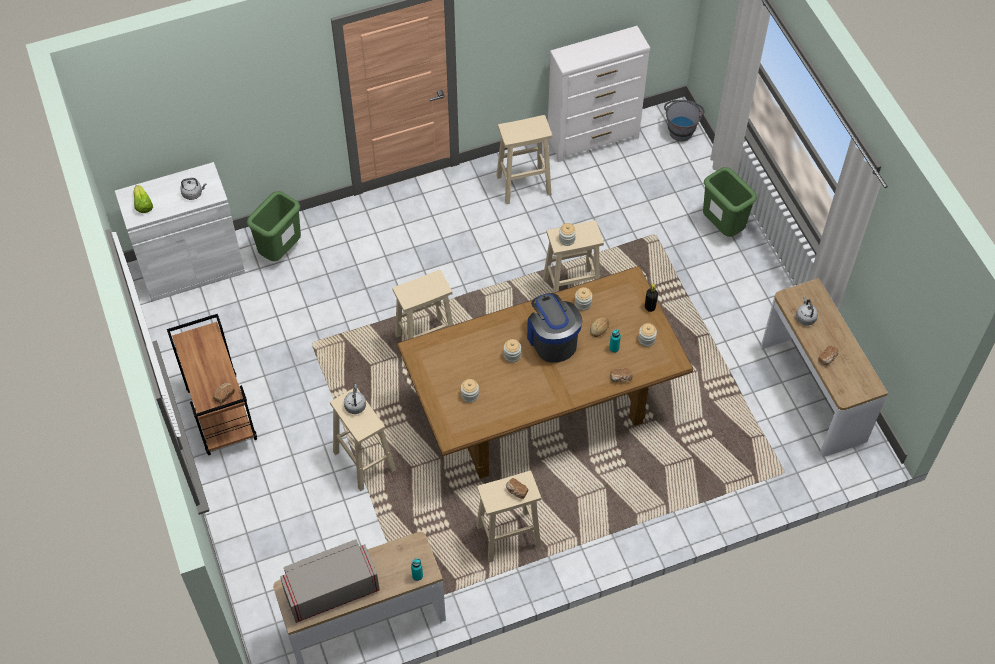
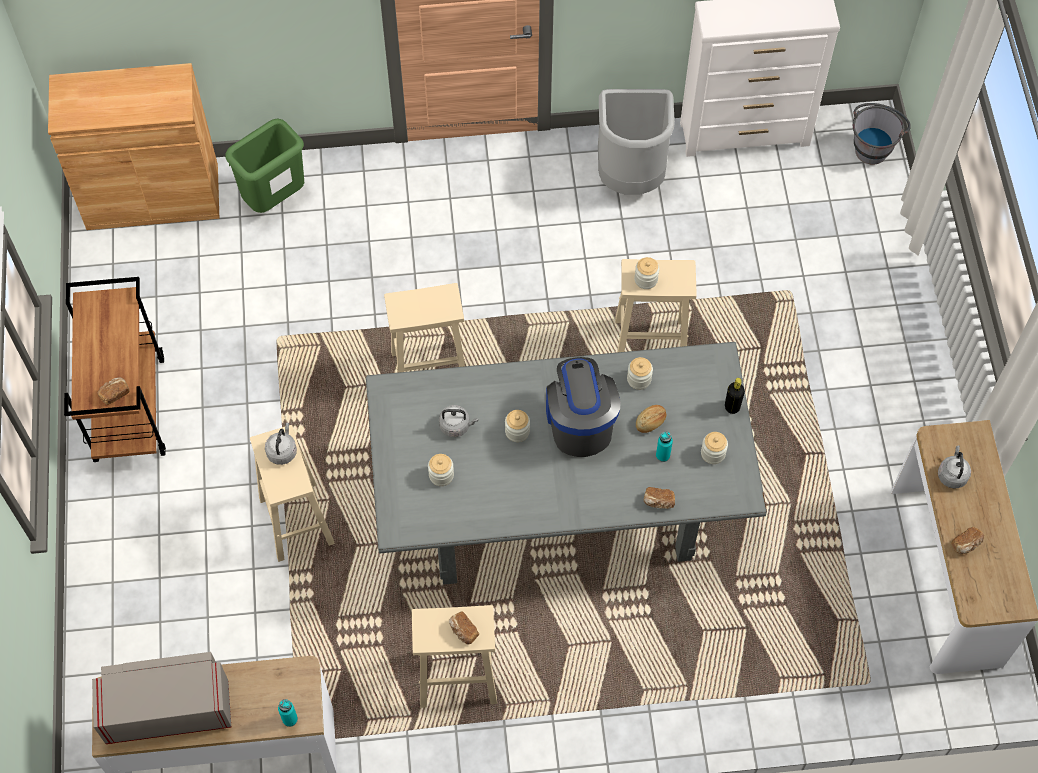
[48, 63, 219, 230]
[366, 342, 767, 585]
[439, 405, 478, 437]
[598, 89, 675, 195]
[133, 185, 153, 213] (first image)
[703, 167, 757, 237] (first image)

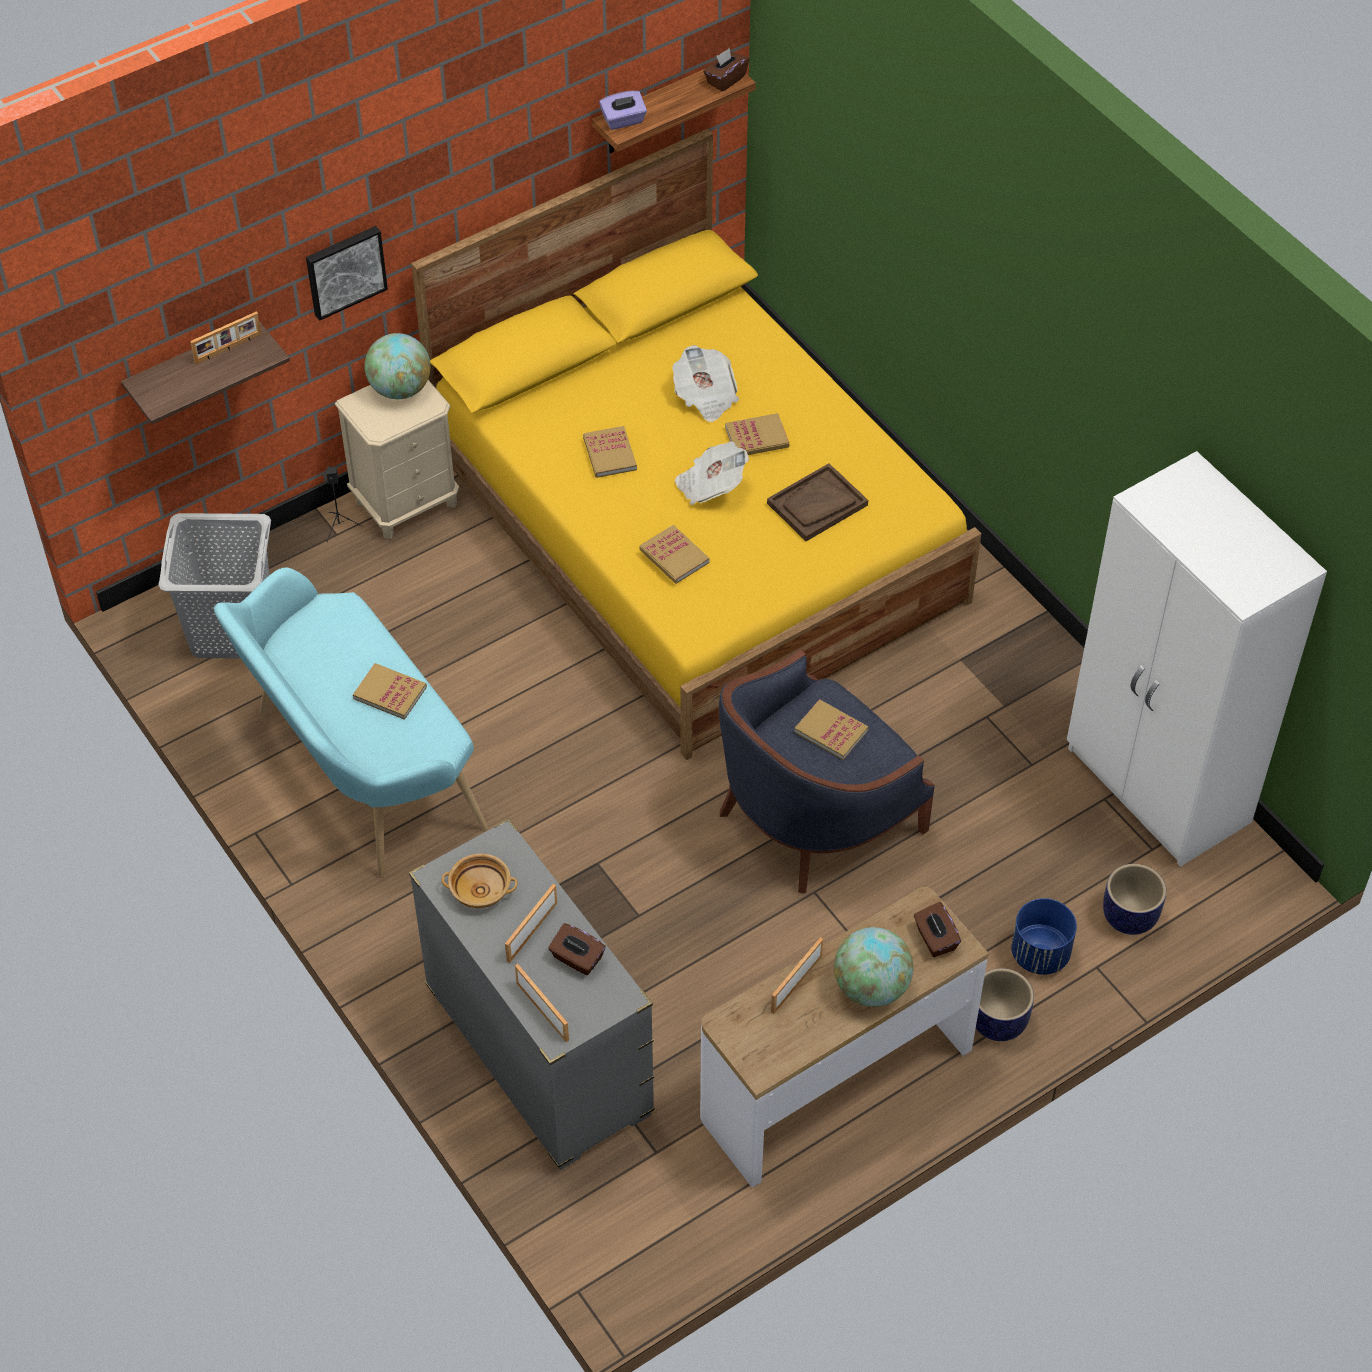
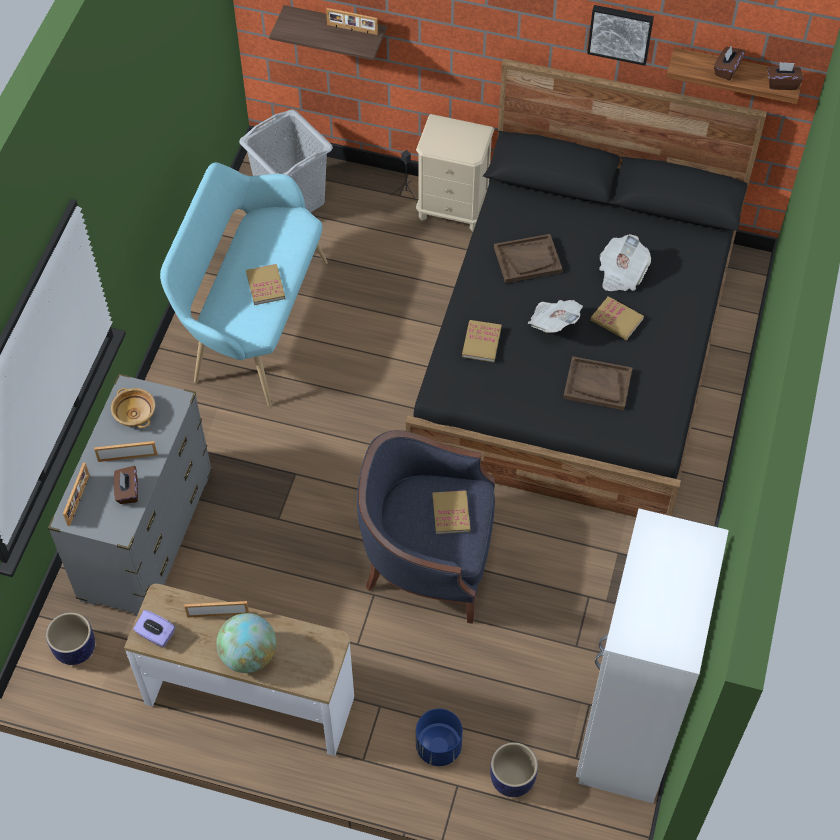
[46, 612, 95, 665]
[133, 610, 175, 648]
[406, 59, 767, 517]
[494, 234, 563, 283]
[587, 5, 654, 66]
[714, 45, 746, 80]
[364, 333, 431, 399] (first image)

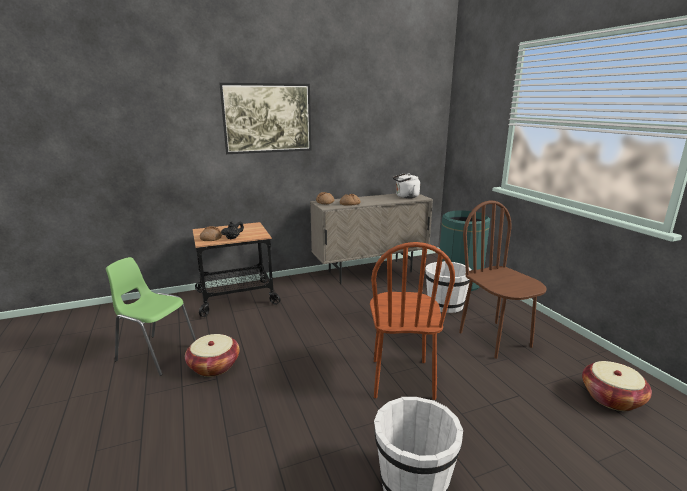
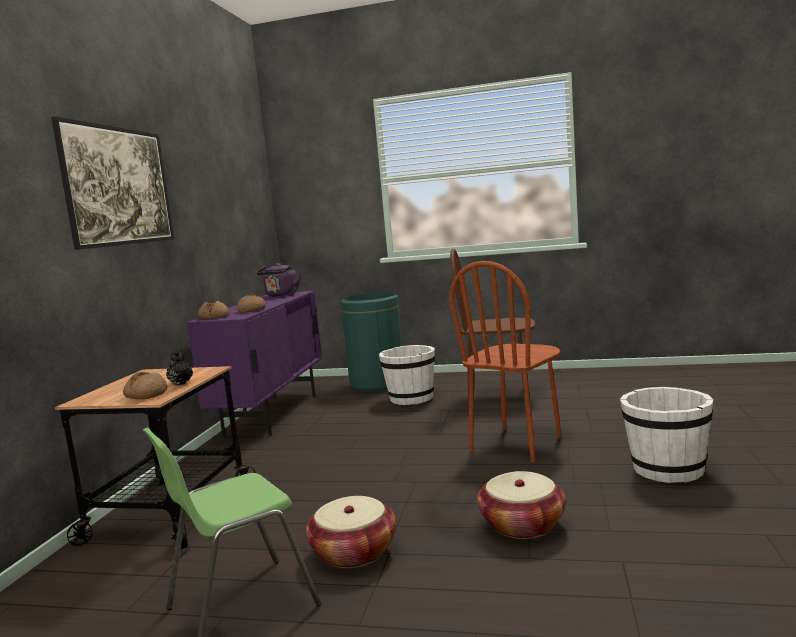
[187, 291, 322, 437]
[256, 263, 301, 297]
[449, 261, 561, 463]
[477, 471, 566, 539]

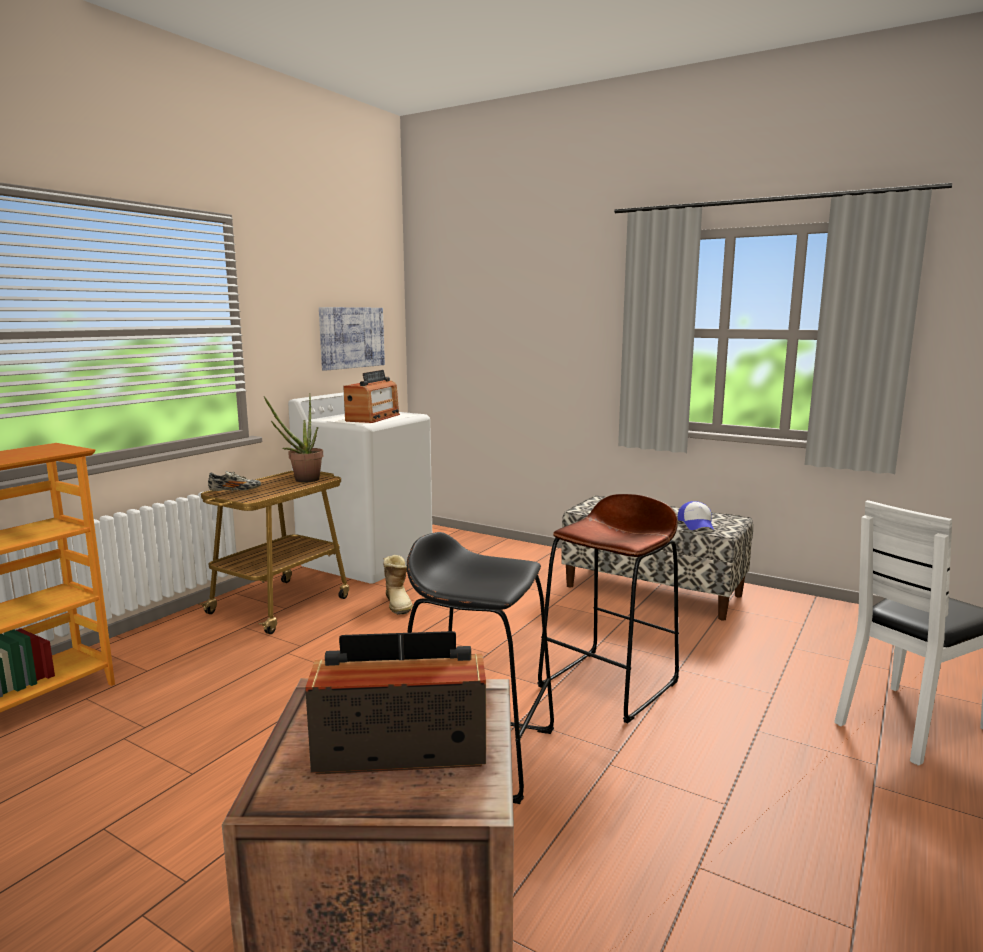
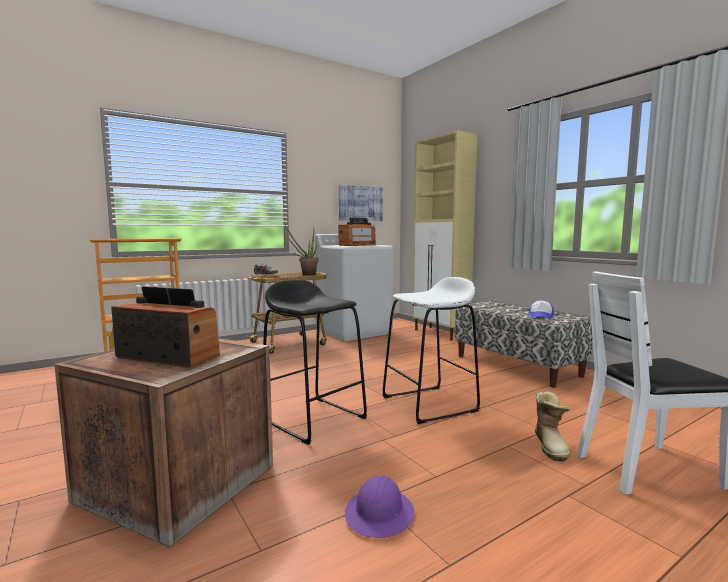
[345, 476, 414, 538]
[383, 277, 480, 424]
[413, 130, 477, 341]
[535, 392, 571, 462]

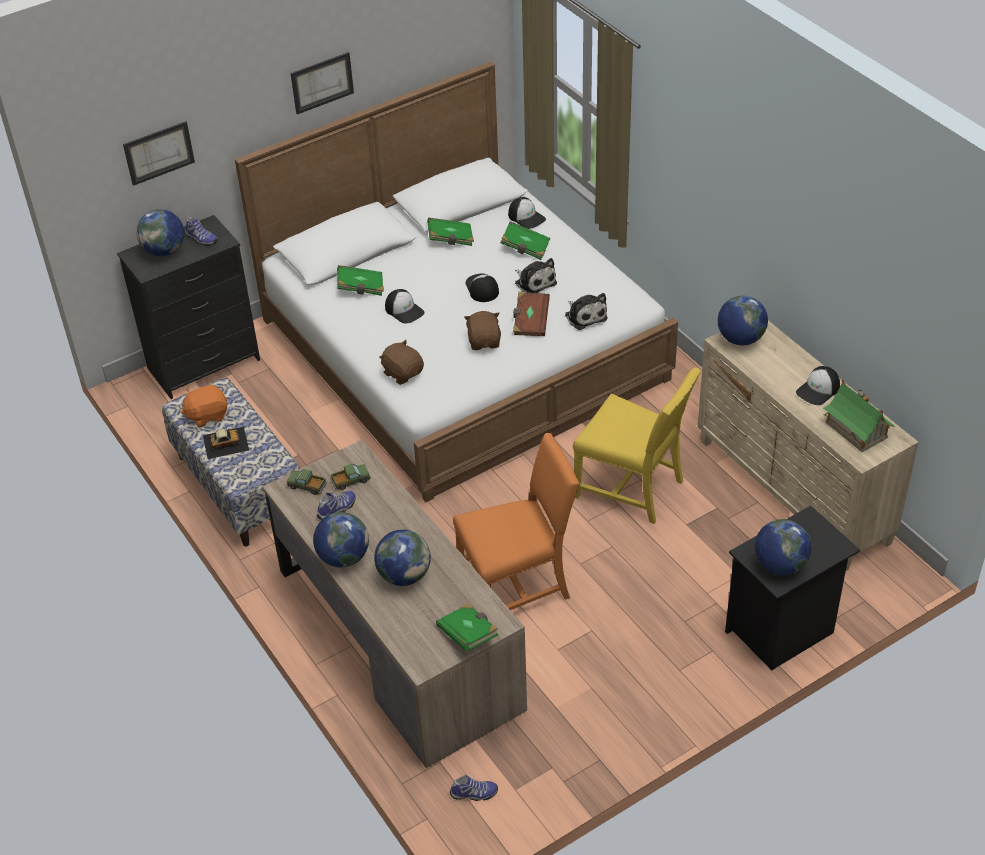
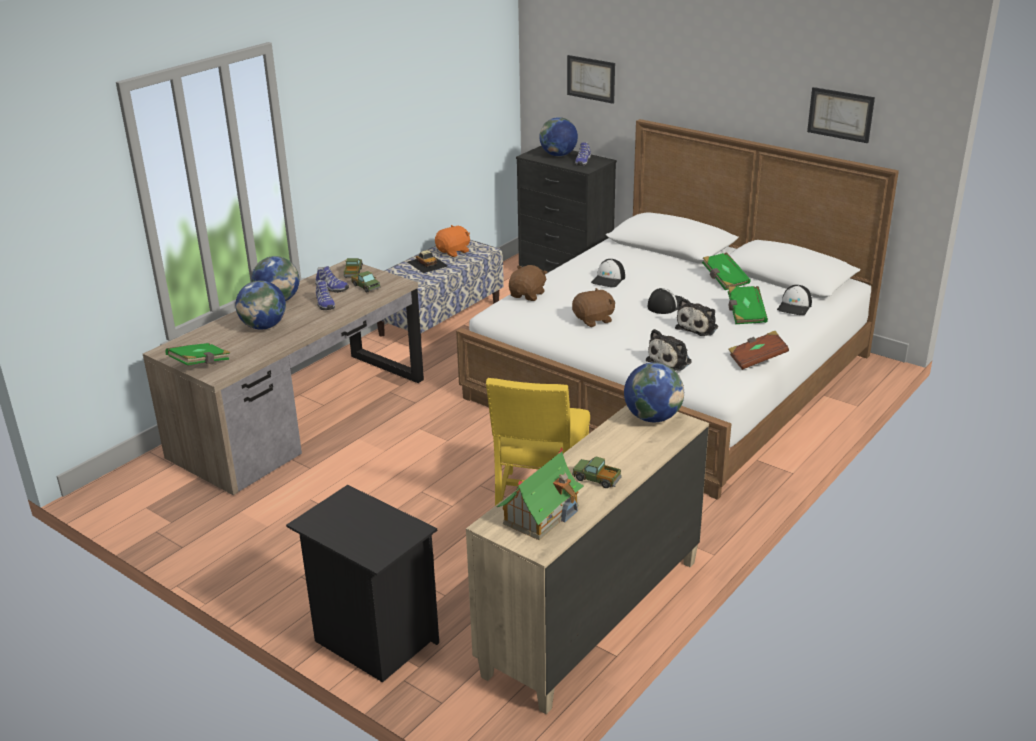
[316, 280, 335, 310]
[435, 225, 470, 257]
[572, 456, 622, 488]
[728, 331, 789, 370]
[807, 87, 875, 143]
[337, 265, 384, 296] (first image)
[453, 433, 580, 610] (first image)
[755, 519, 812, 575] (first image)

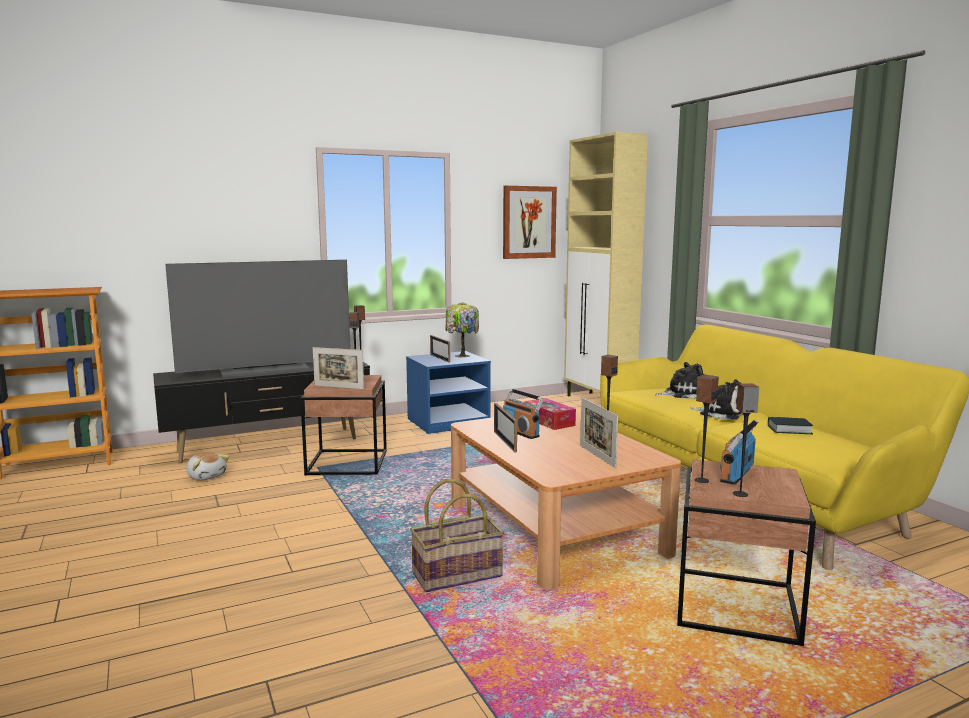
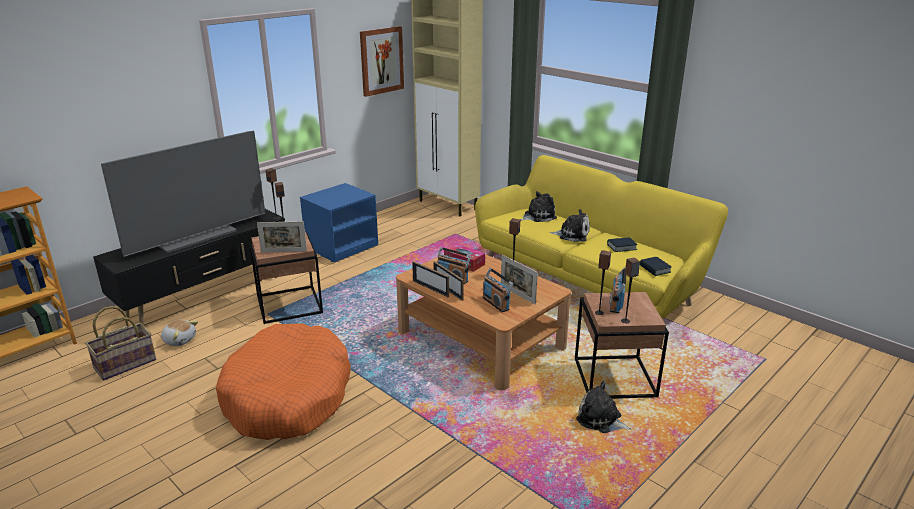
[85, 306, 156, 381]
[216, 323, 351, 440]
[412, 261, 449, 297]
[482, 268, 513, 312]
[576, 381, 631, 433]
[640, 257, 672, 276]
[445, 302, 479, 357] (first image)

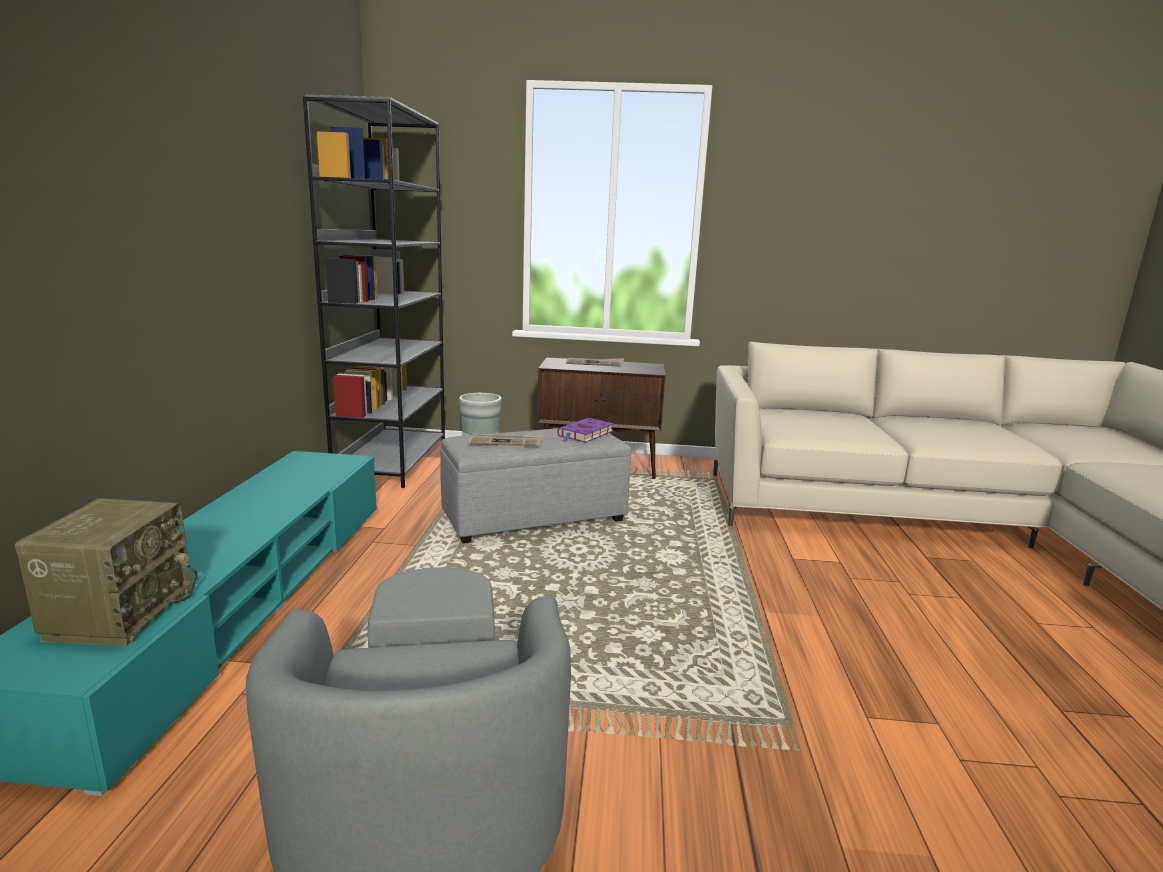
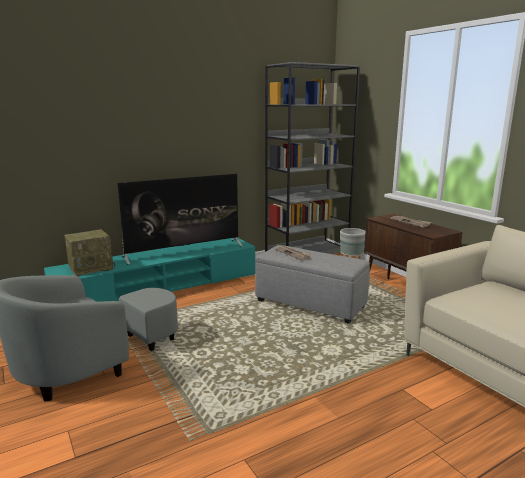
[118, 174, 242, 264]
[557, 418, 614, 443] (first image)

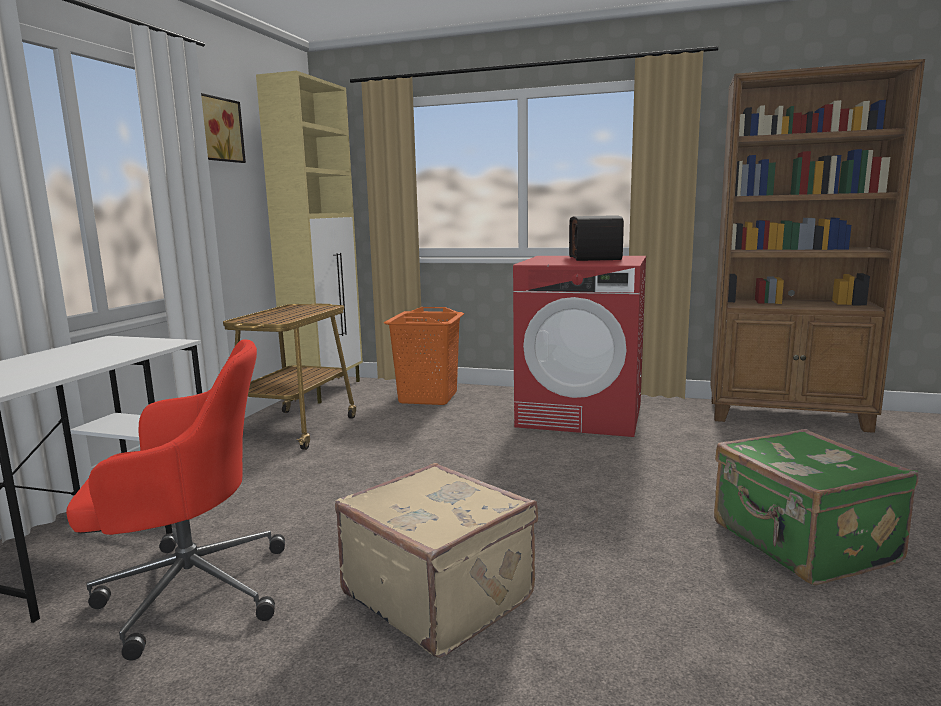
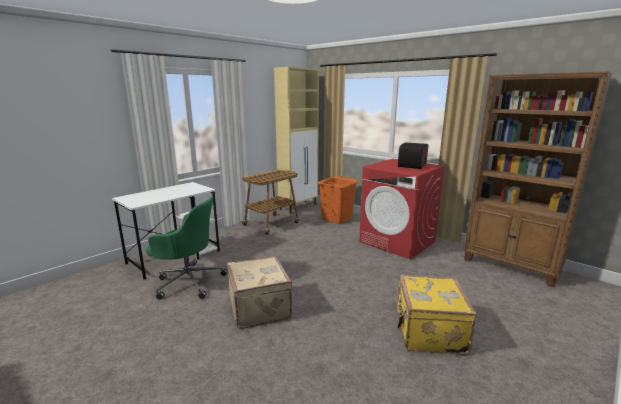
[146, 197, 228, 300]
[397, 275, 477, 355]
[201, 93, 246, 163] (first image)

